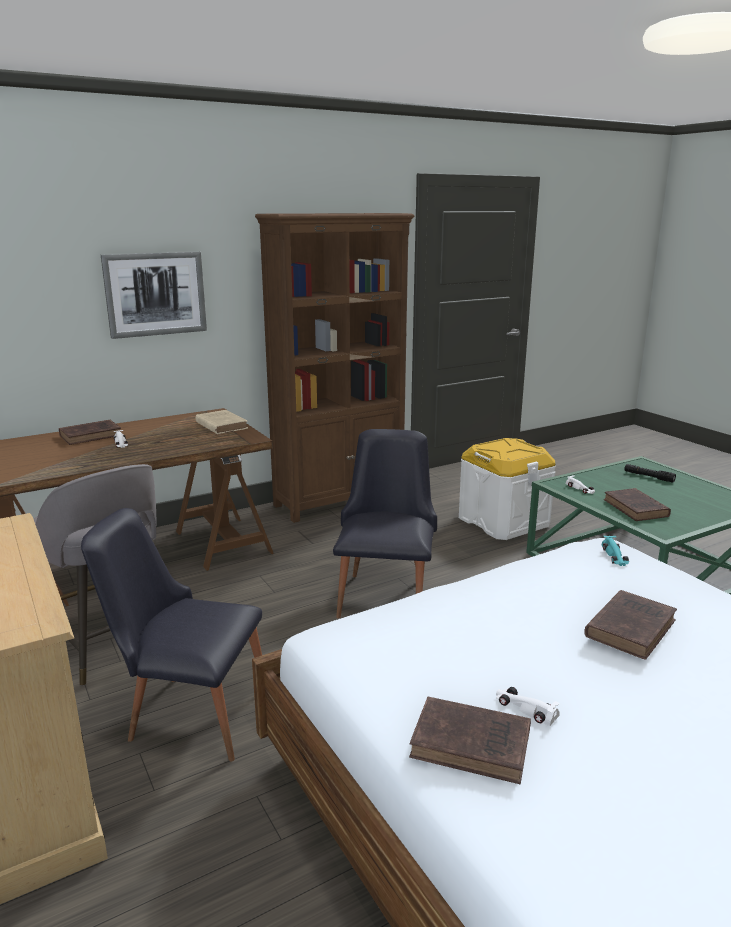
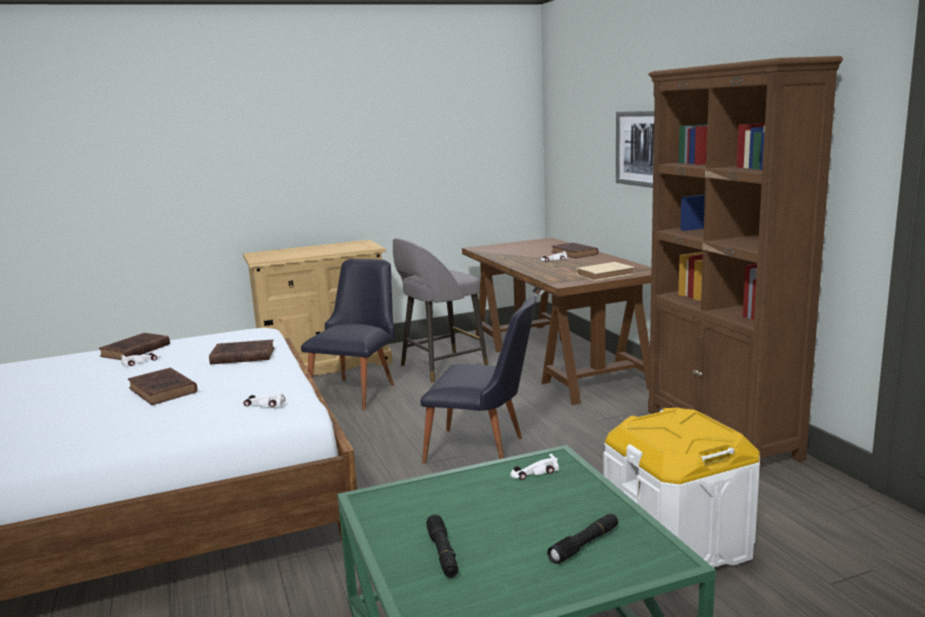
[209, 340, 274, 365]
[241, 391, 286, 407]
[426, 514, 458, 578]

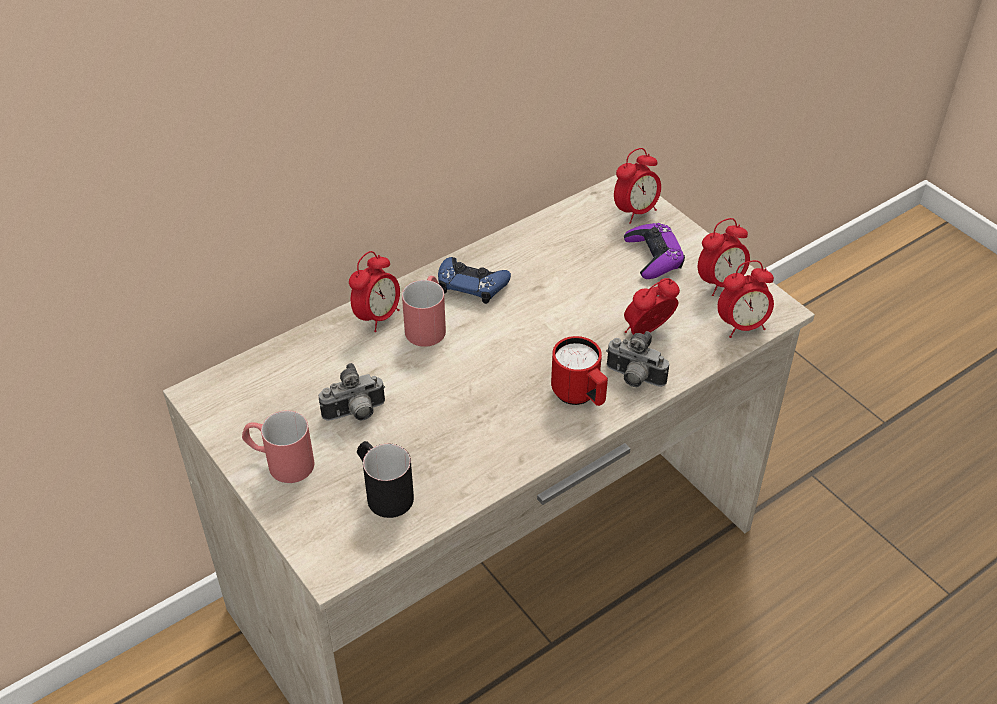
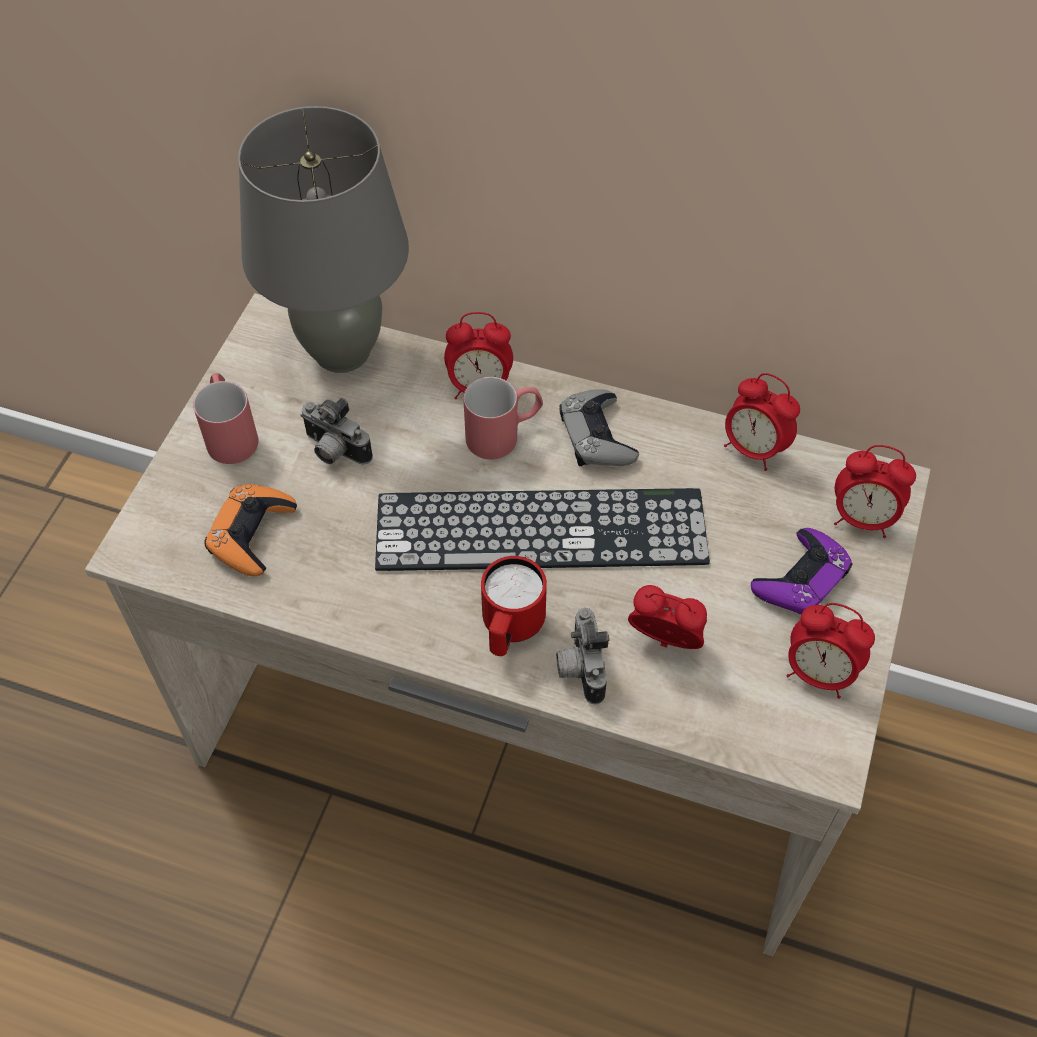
[204, 484, 297, 577]
[238, 106, 409, 373]
[375, 488, 710, 571]
[559, 389, 639, 466]
[724, 373, 800, 471]

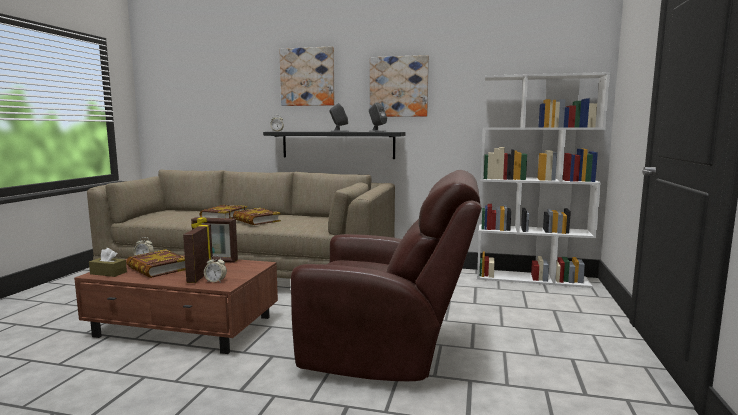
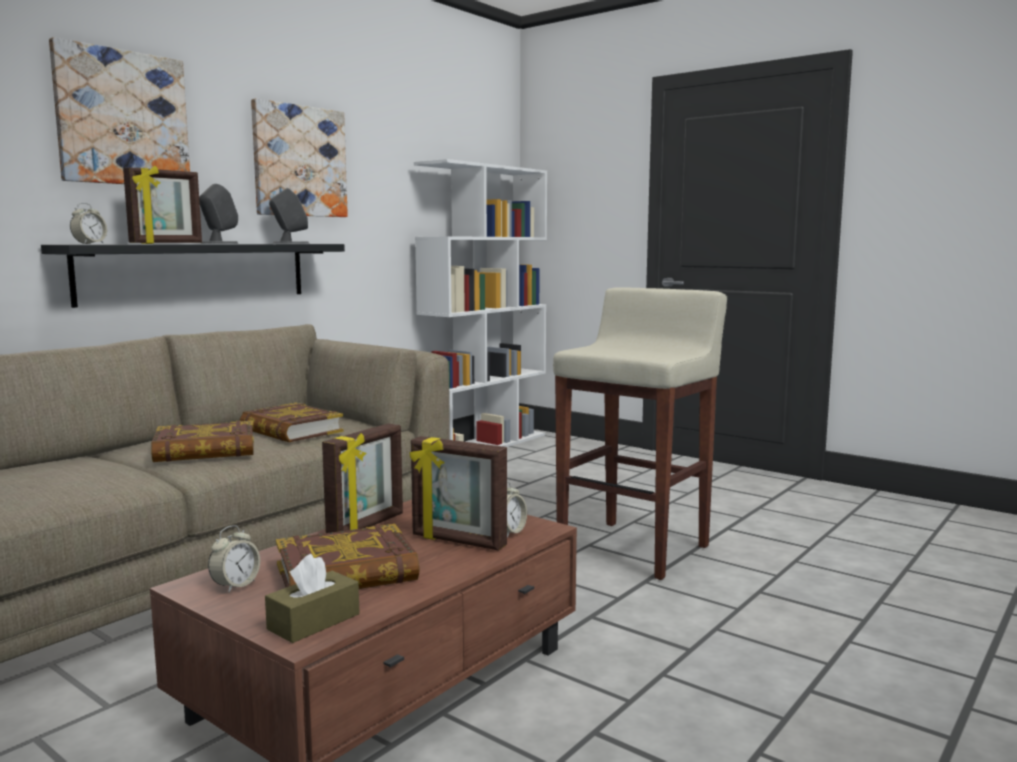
[123, 166, 202, 244]
[240, 403, 344, 442]
[553, 287, 727, 580]

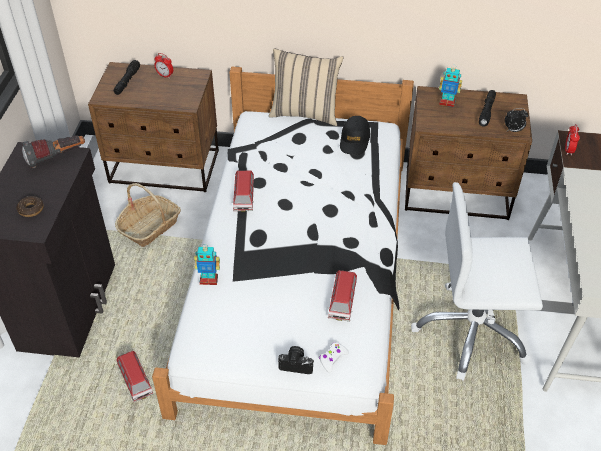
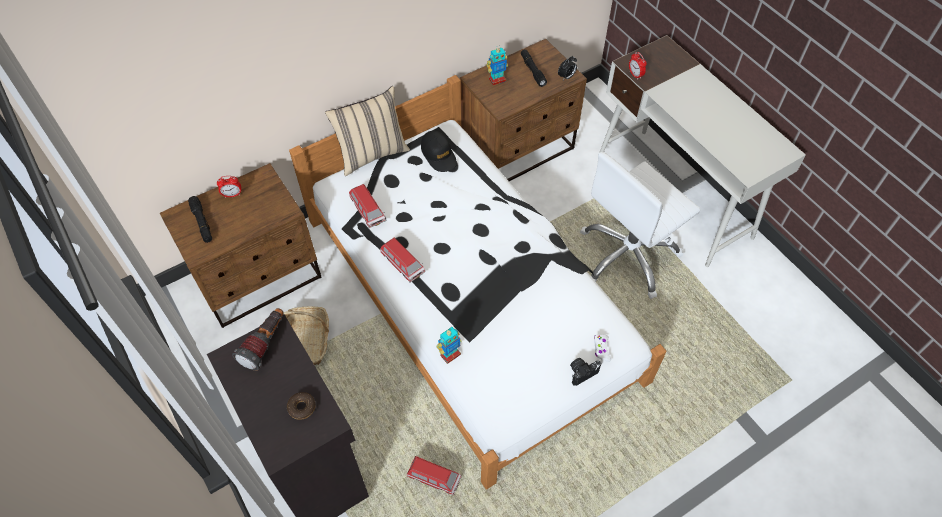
[349, 184, 386, 228]

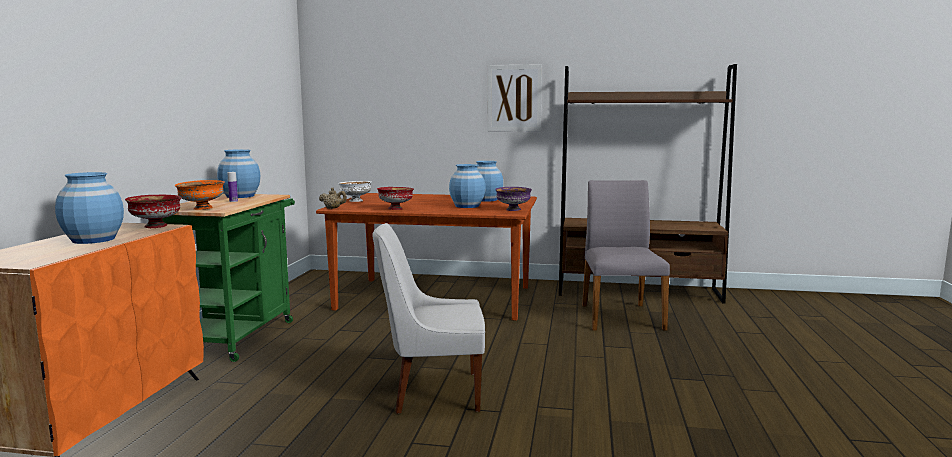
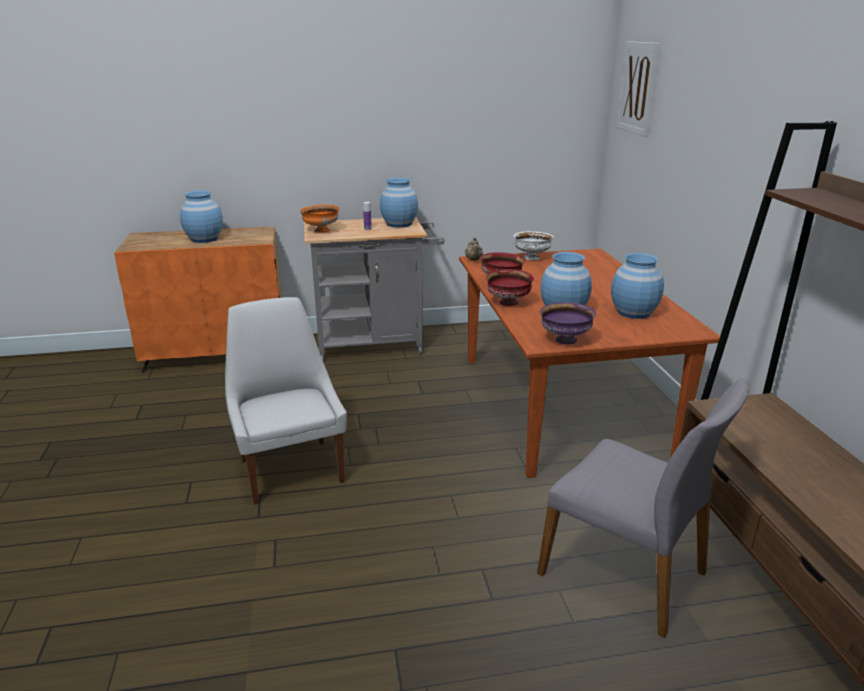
[304, 217, 445, 362]
[486, 269, 534, 306]
[537, 378, 749, 638]
[616, 41, 661, 137]

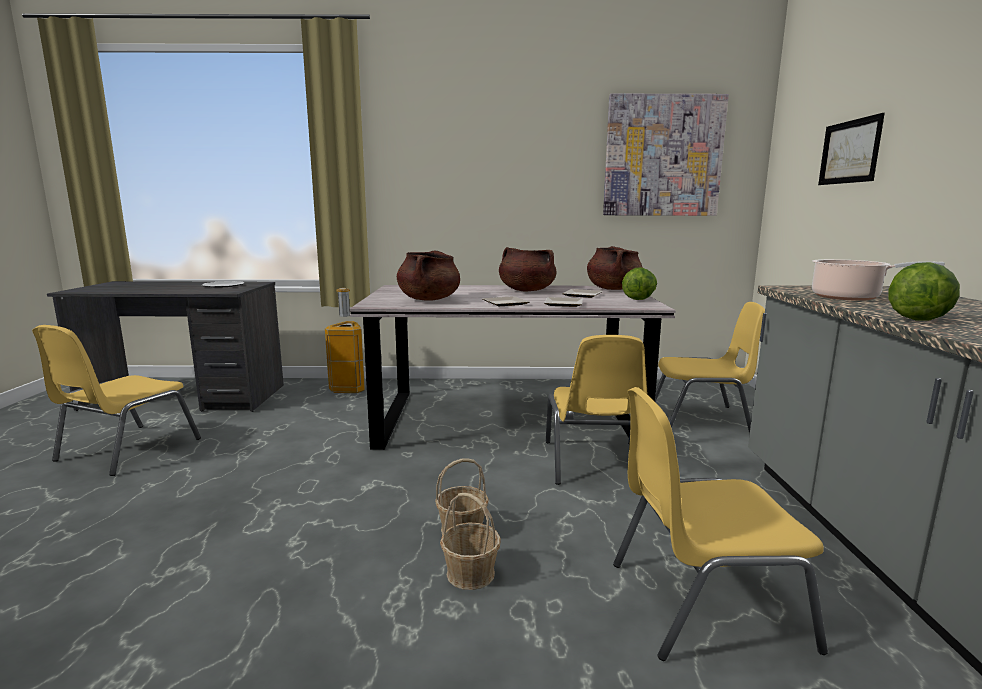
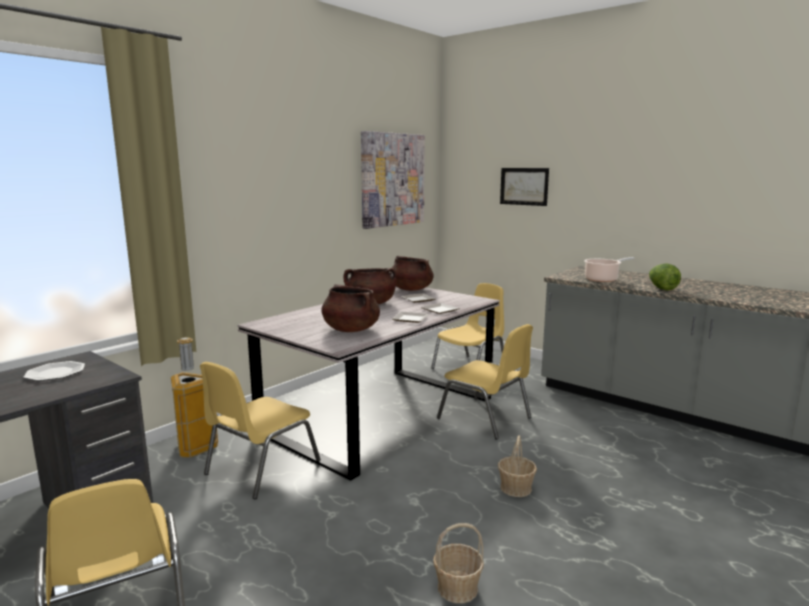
[200, 362, 321, 499]
[433, 523, 484, 603]
[622, 267, 657, 300] (first image)

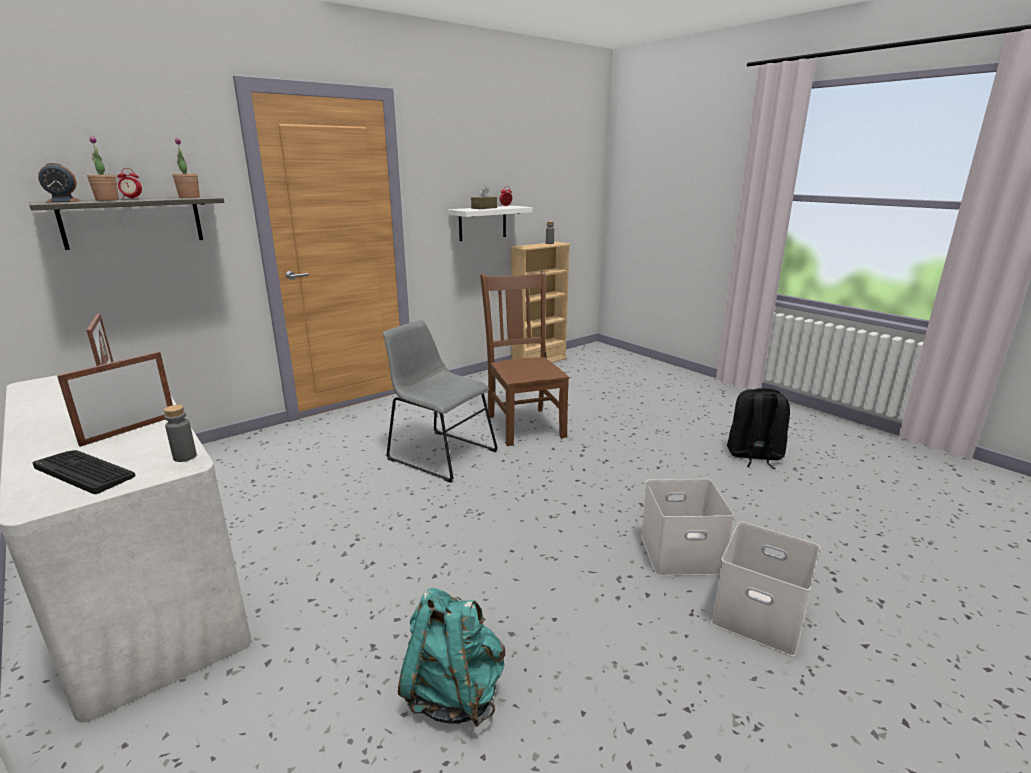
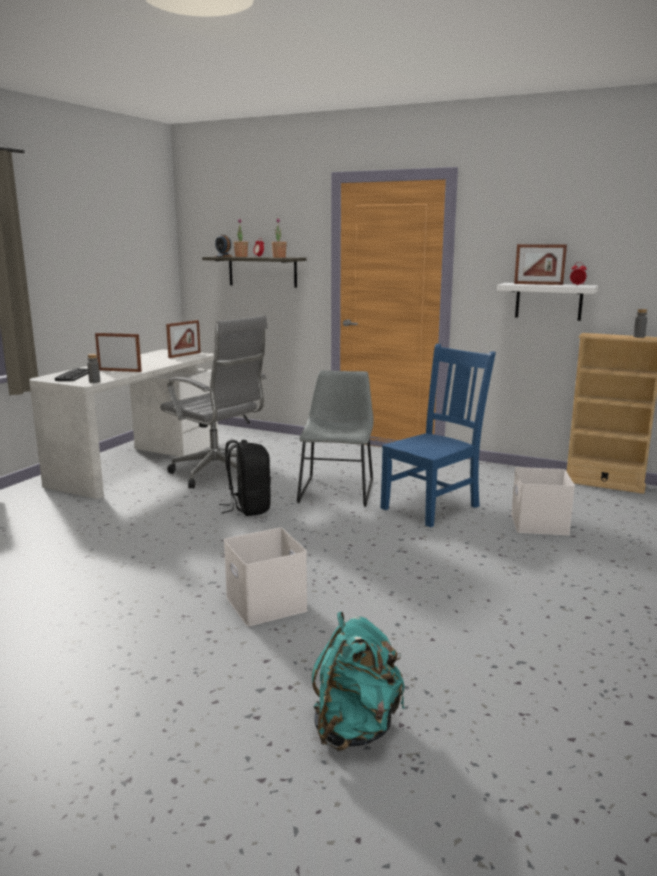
[160, 315, 268, 489]
[219, 440, 271, 516]
[312, 612, 405, 751]
[381, 344, 496, 528]
[511, 467, 575, 535]
[514, 244, 567, 285]

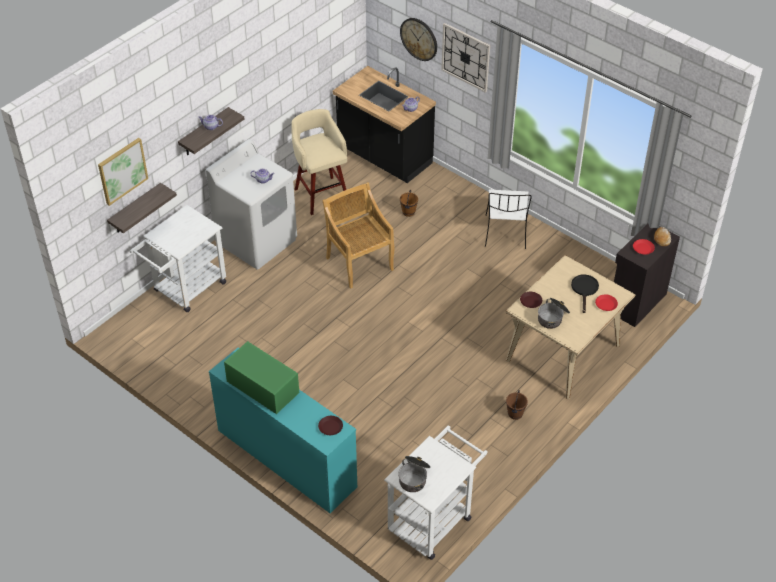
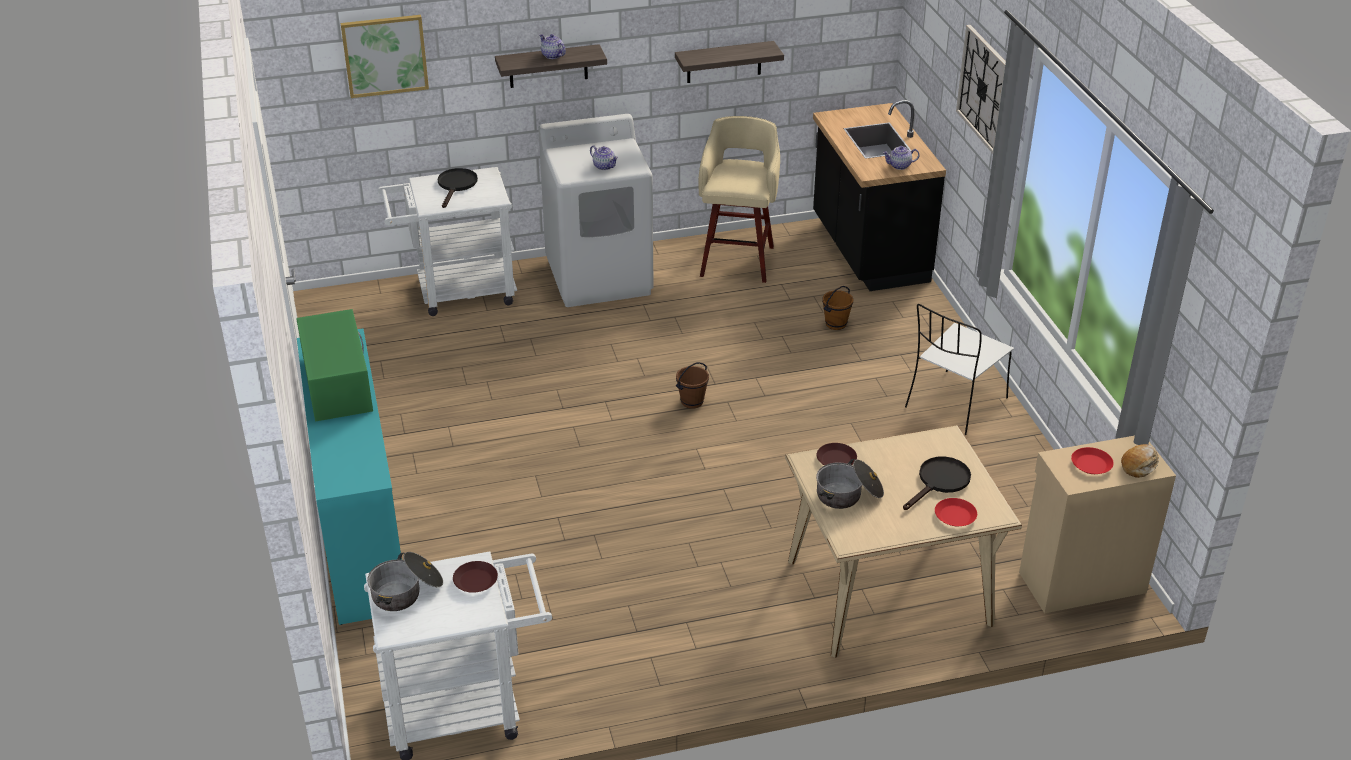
[438, 168, 478, 208]
[453, 561, 498, 593]
[675, 41, 784, 83]
[676, 362, 709, 409]
[1019, 436, 1176, 613]
[322, 182, 394, 289] (first image)
[400, 18, 437, 61] (first image)

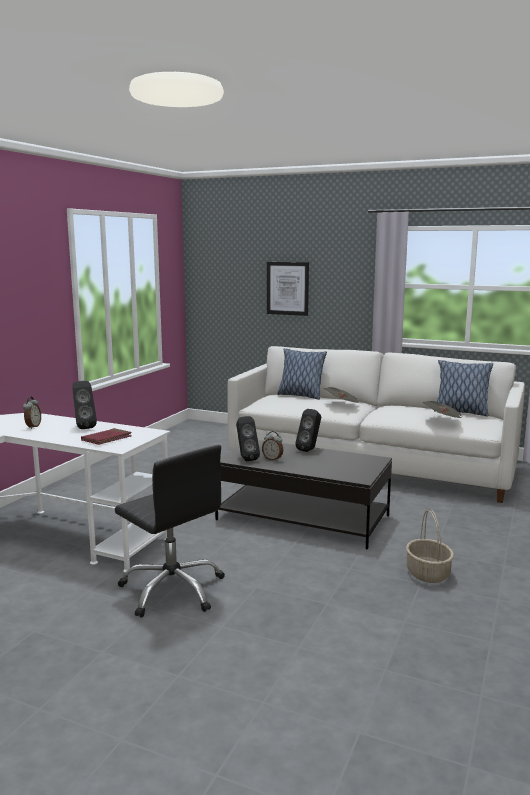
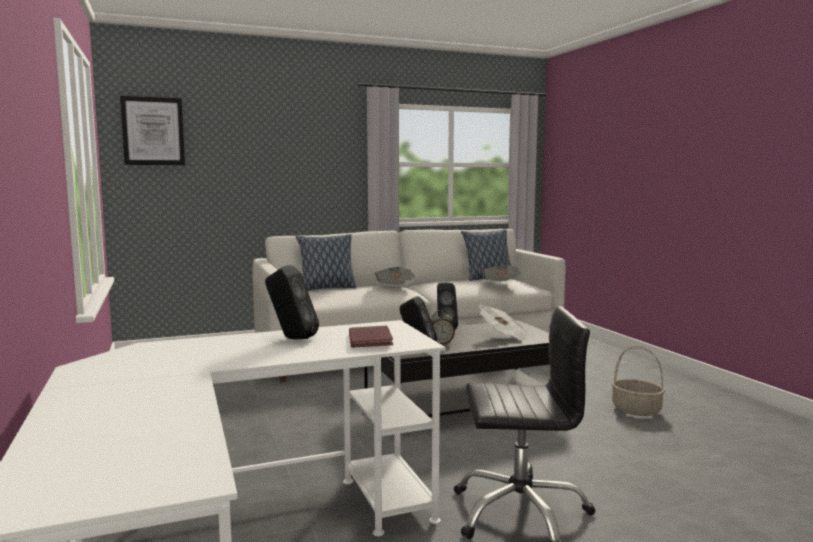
[120, 96, 185, 165]
[479, 305, 527, 342]
[23, 397, 41, 429] (first image)

